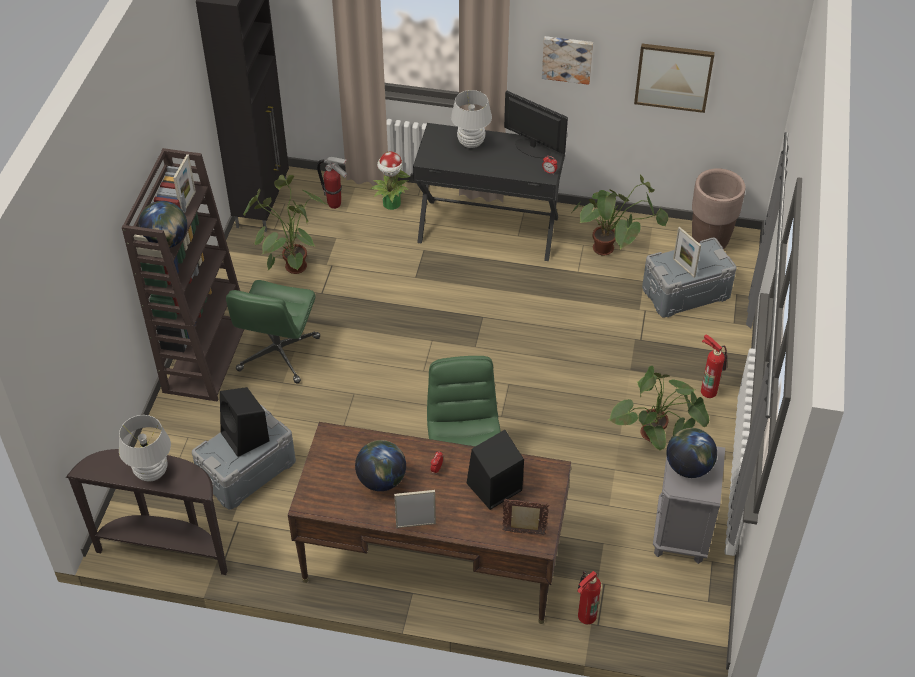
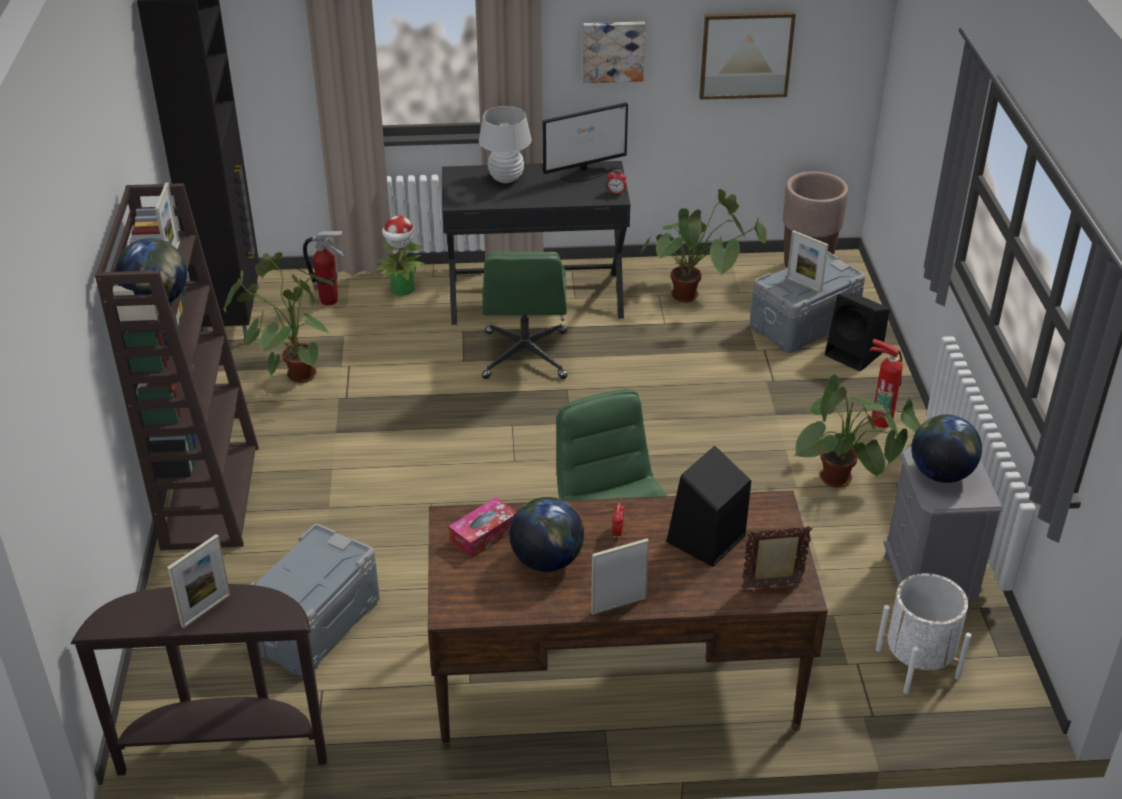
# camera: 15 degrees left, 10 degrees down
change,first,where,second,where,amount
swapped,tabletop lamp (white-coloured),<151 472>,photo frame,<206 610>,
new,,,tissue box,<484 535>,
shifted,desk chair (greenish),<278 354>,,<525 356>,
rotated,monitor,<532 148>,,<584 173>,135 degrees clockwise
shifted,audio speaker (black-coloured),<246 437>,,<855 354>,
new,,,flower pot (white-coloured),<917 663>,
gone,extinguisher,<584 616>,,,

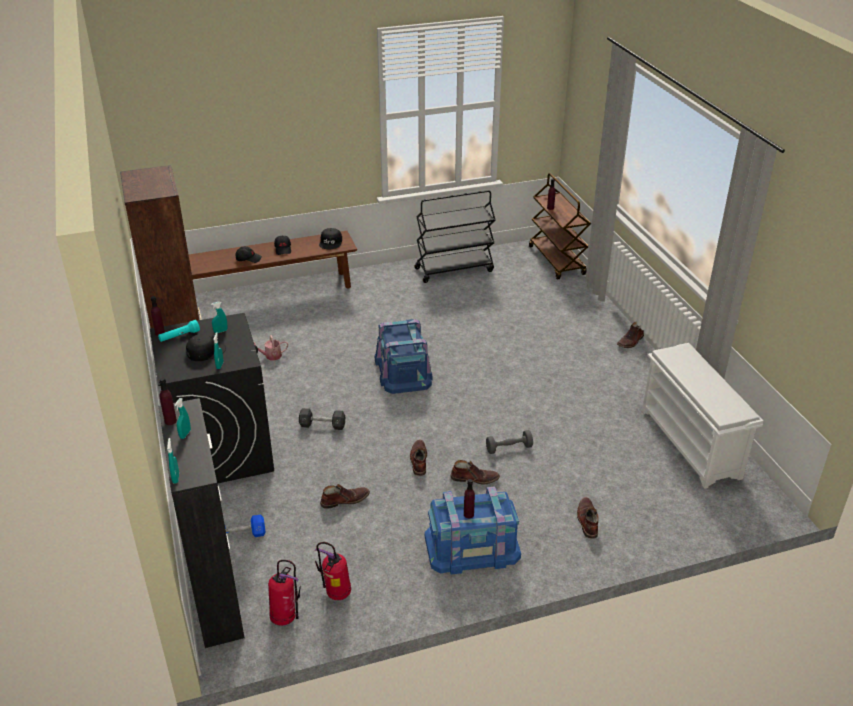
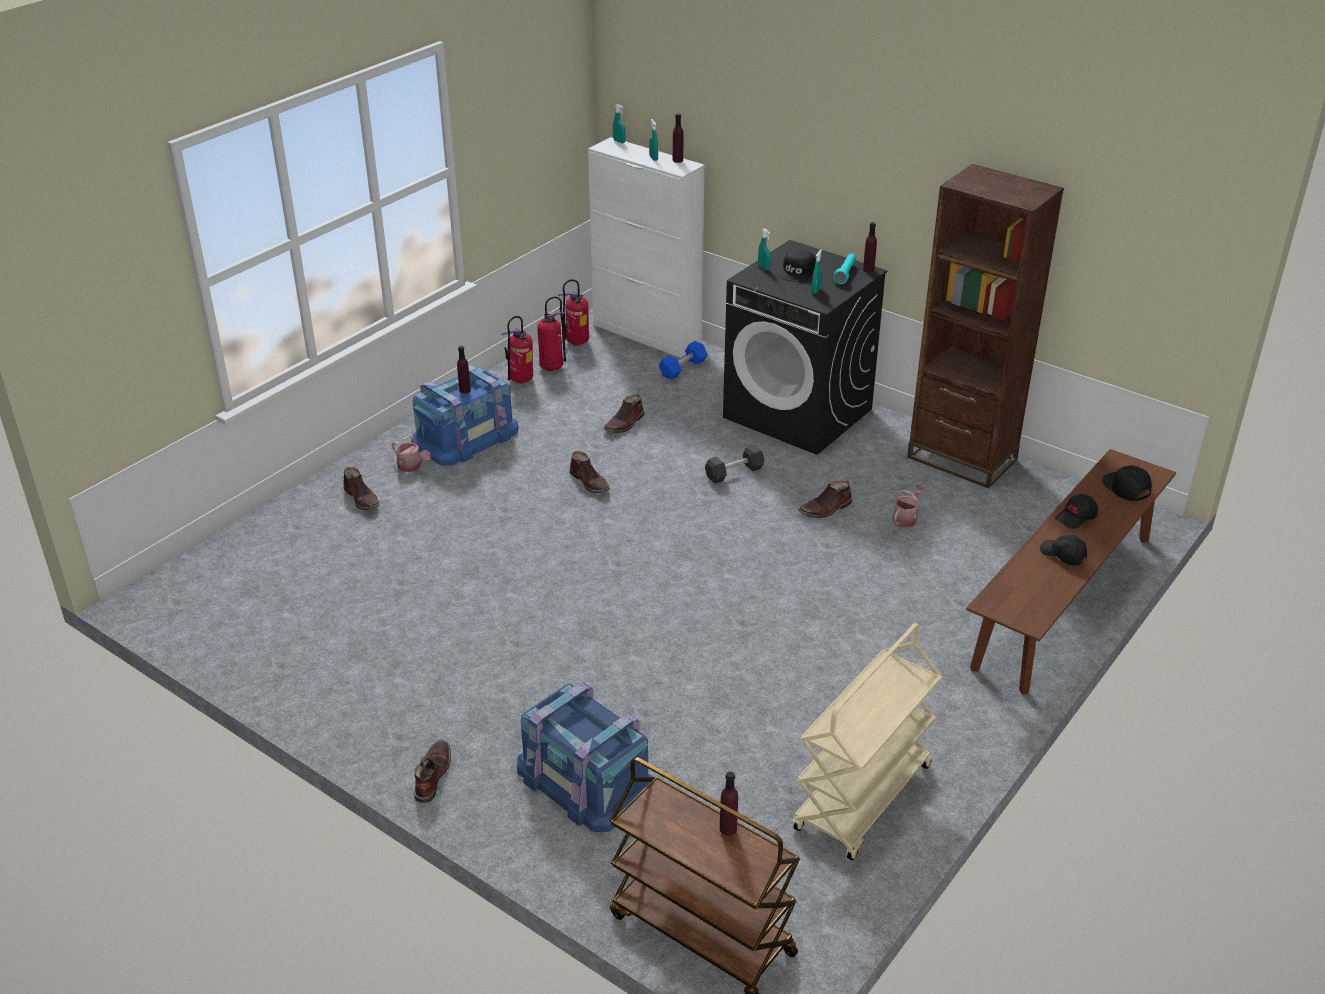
# camera: 145 degrees right, 0 degrees up
change,first,where,second,where,amount
new,,,sprinkling can,<412 467>,
new,,,extinguisher,<521 381>,
shifted,storage box (blue-coloured),<403 370>,,<585 779>,
repainted,cupboard (black-coloured),<216 595>,cupboard (white-coloured),<647 334>,
repainted,trolley (black-coloured),<454 269>,trolley (beige),<863 799>,
shifted,boot (brown),<474 478>,,<825 509>,
shifted,cap (black-coloured),<331 242>,,<1125 487>,
gone,dumbbell (greyish),<509 448>,,,
gone,shoe stand (white-coloured),<691 444>,,,

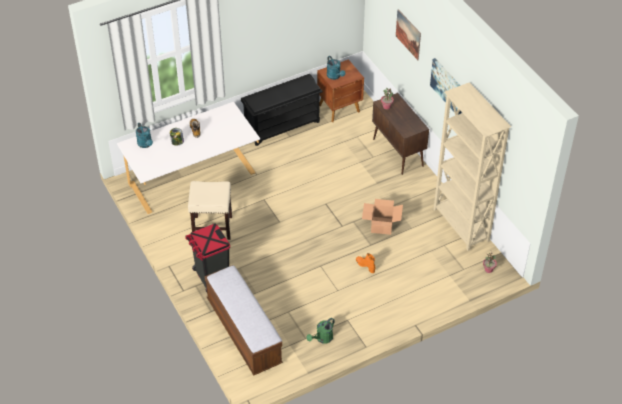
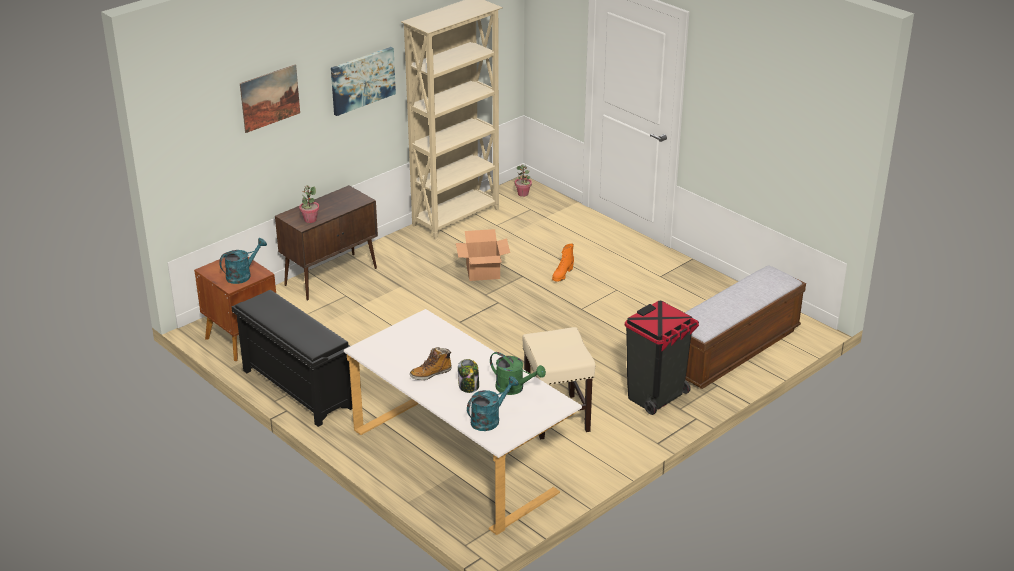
# camera: 105 degrees left, 15 degrees down
change,first,where,second,where,amount
shifted,sprinkling can (greenish),<322 339>,,<514 388>,

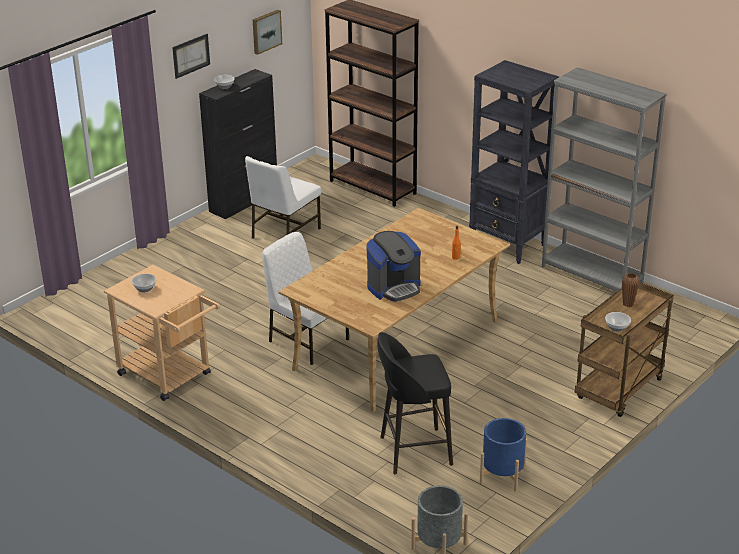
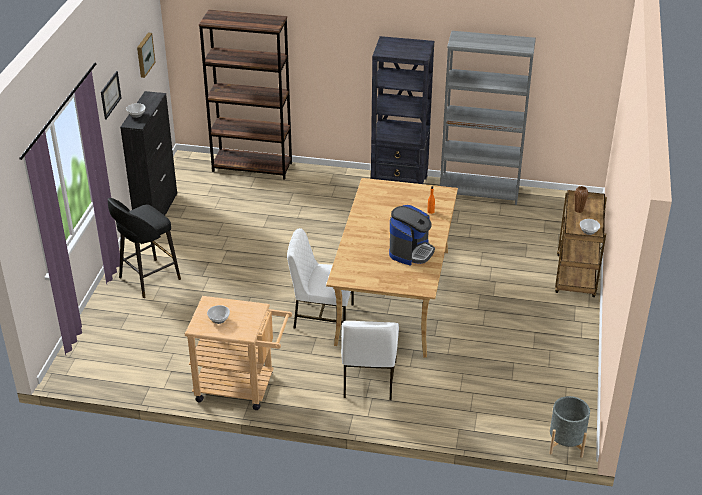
# camera: 30 degrees left, 5 degrees up
change,first,where,second,where,amount
shifted,stool (black-coloured),<413 451>,,<148 279>,
shifted,chair (white-coloured),<284 233>,,<368 380>,
gone,flower pot (blue-coloured),<502 475>,,,

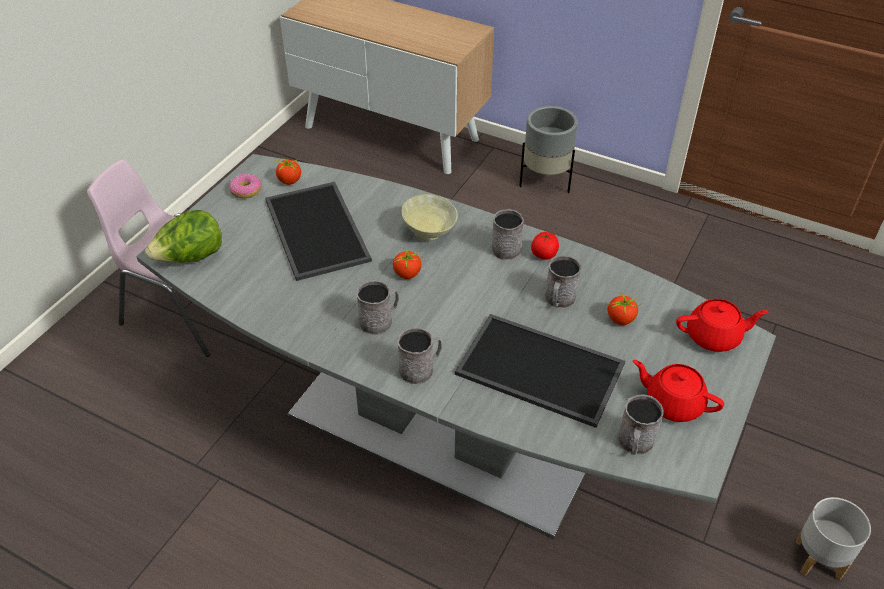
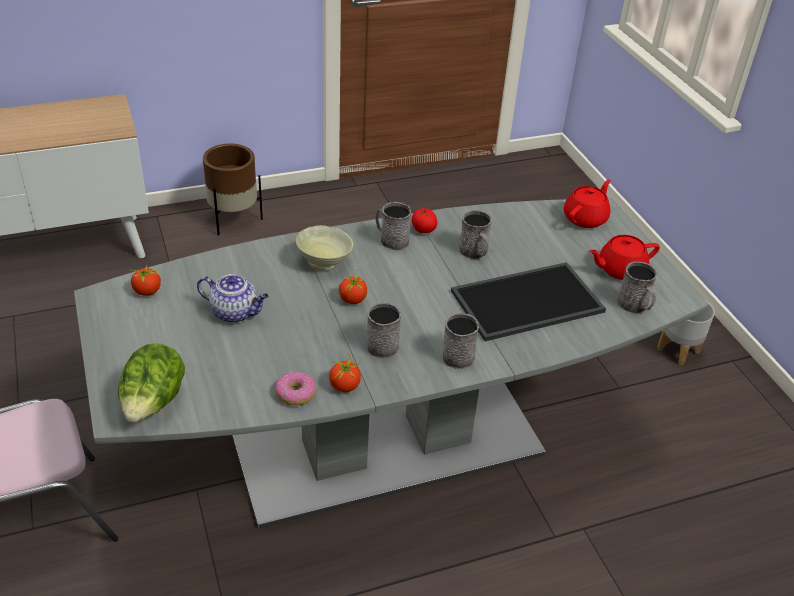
# camera: 50 degrees left, 5 degrees down
change,first,where,second,where,amount
swapped,carrying tray,<319 230>,teapot,<235 312>,
repainted,flower pot (greyish),<546 181>,flower pot (brown),<234 220>,
shifted,donut,<246 190>,,<296 393>,
shifted,whole tomato,<621 319>,,<344 386>,

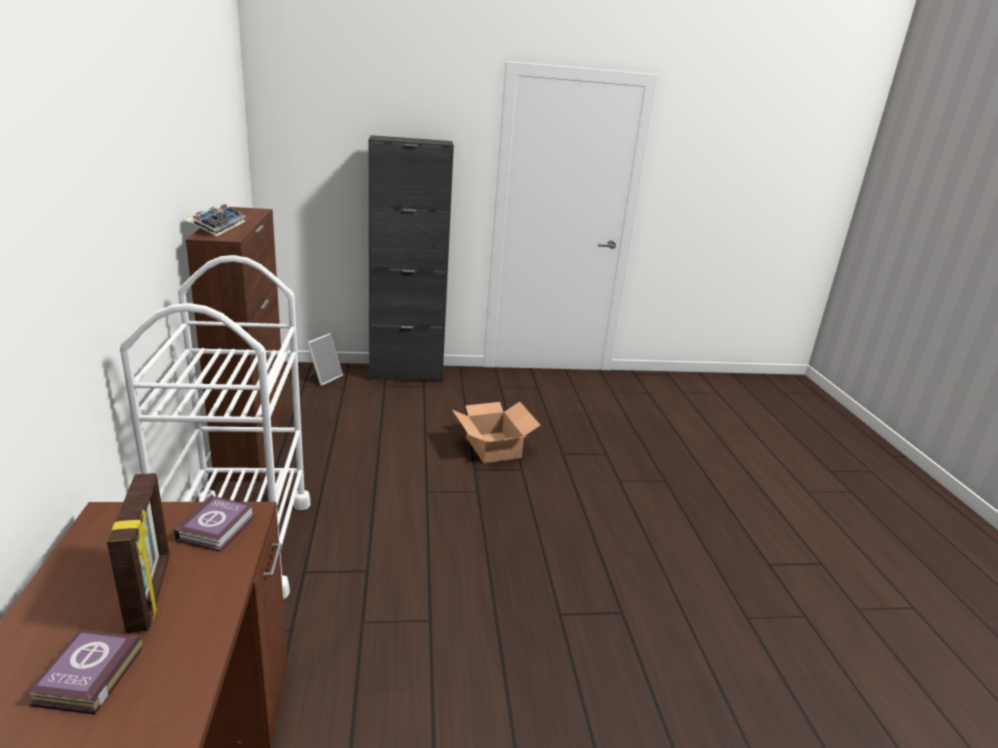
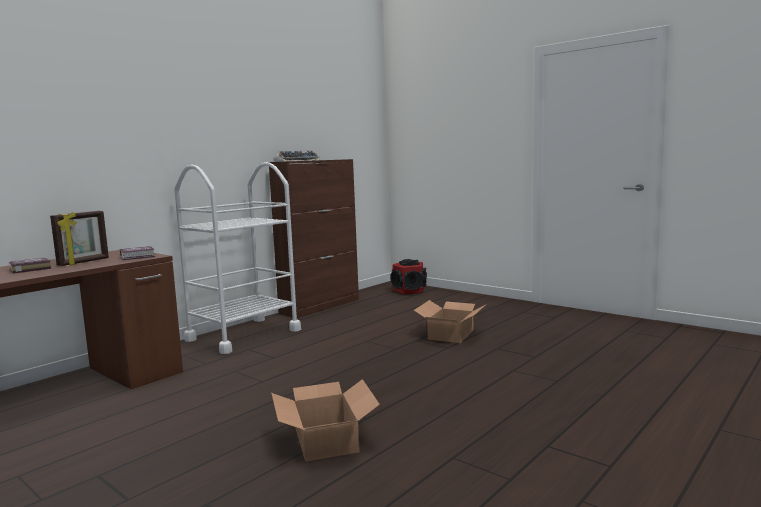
# camera: 50 degrees right, 15 degrees down
change,first,where,second,where,amount
new,,,carton,<327 440>,
swapped,photo frame,<324 378>,audio speaker,<410 290>,
gone,cupboard (black-coloured),<406 374>,,,

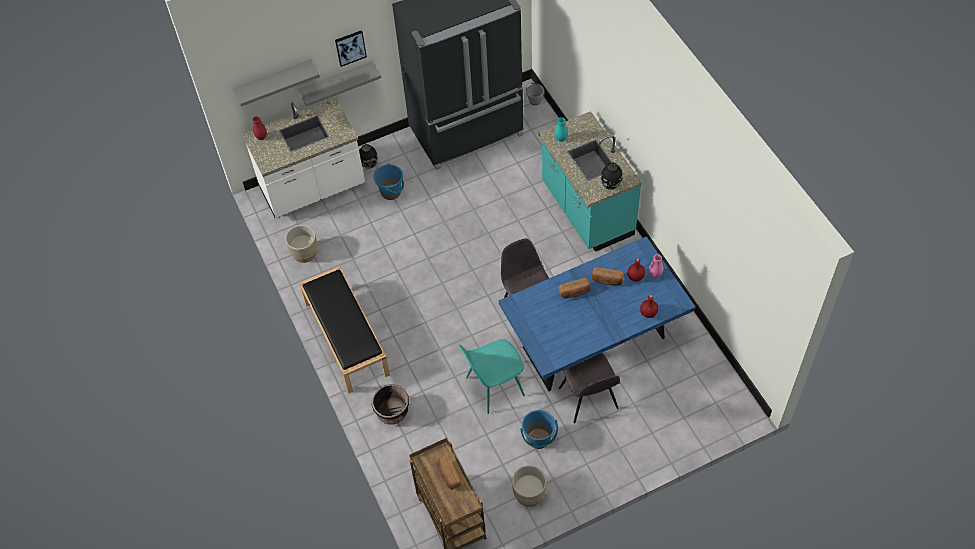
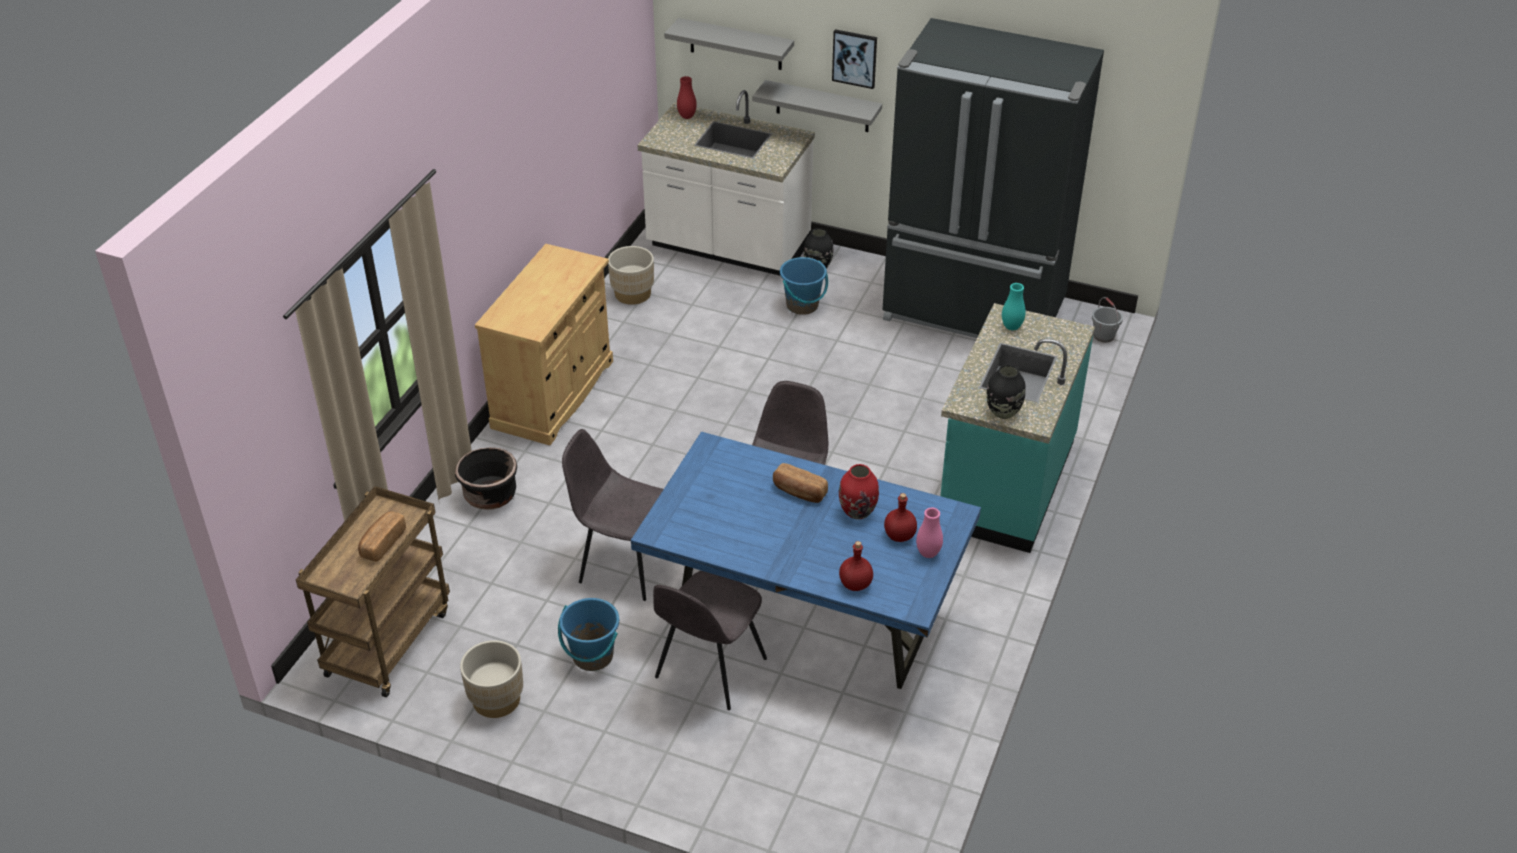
# camera: 45 degrees right, 15 degrees down
change,first,where,second,where,amount
swapped,bench (black-coloured),<345 337>,cupboard (beige),<553 394>,
repainted,chair (turquoise),<493 387>,chair (greyish),<625 563>,
swapped,bakery bread,<607 280>,vase (reddish),<857 511>,

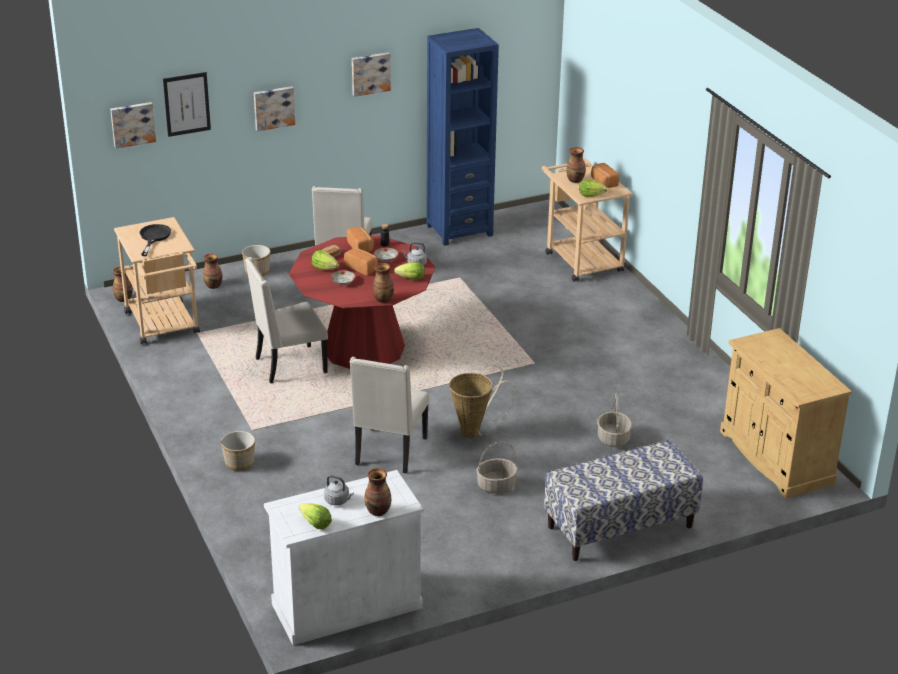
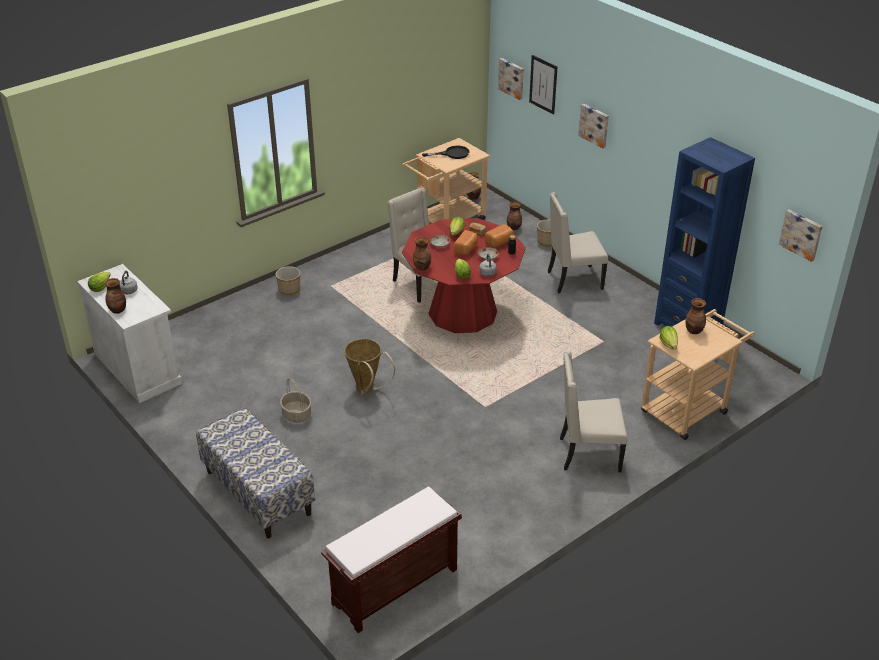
# camera: 75 degrees right, 5 degrees up
change,first,where,second,where,amount
swapped,cupboard (beige),<775 457>,bench (brown),<394 588>,
shifted,chair (beige),<389 452>,,<588 454>,
shifted,wall art,<370 73>,,<801 234>,
gone,bakery bread,<603 182>,,,
gone,basket,<613 439>,,,

